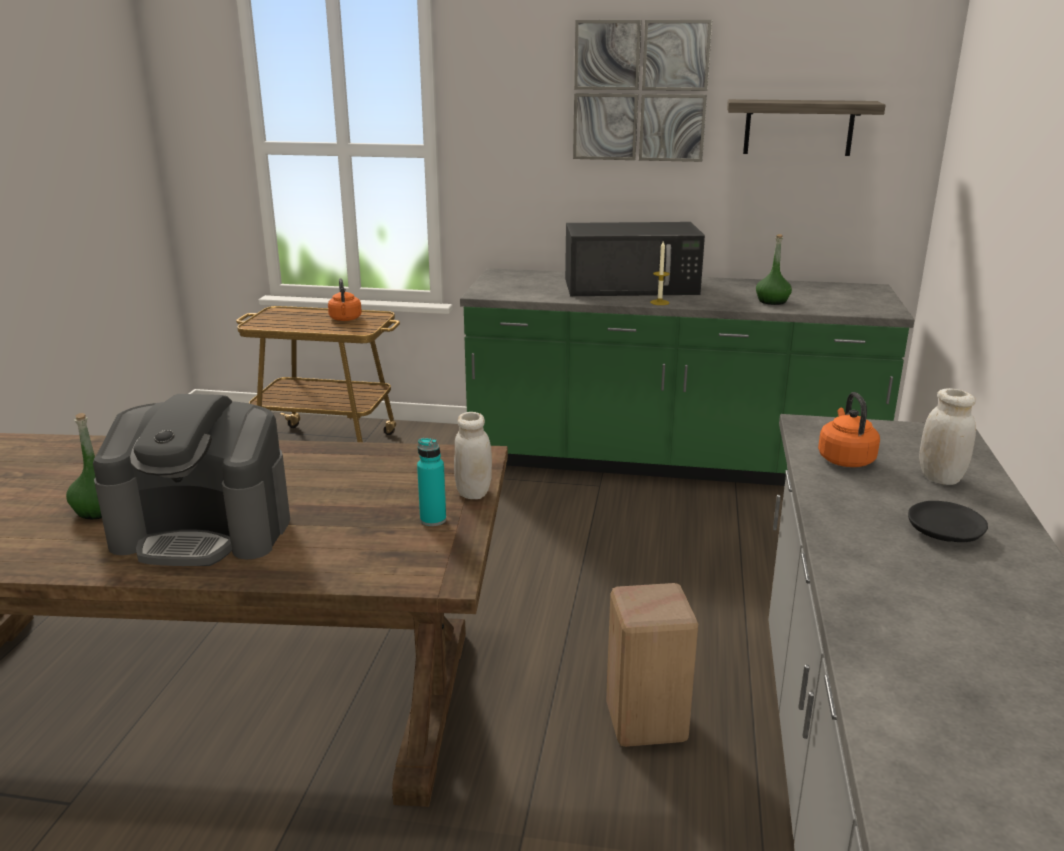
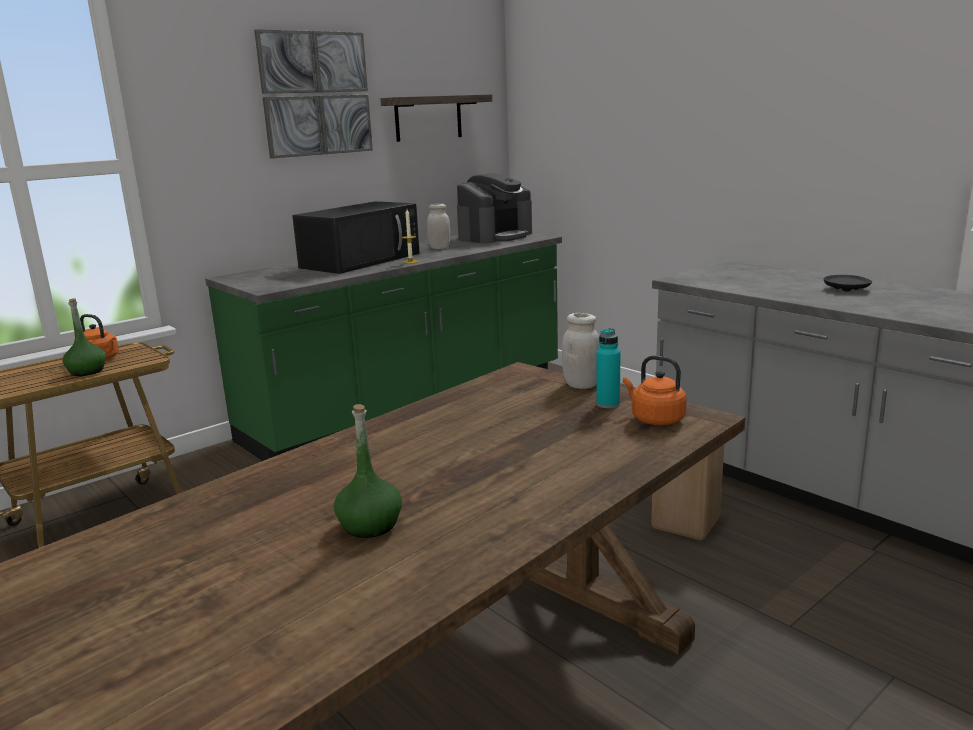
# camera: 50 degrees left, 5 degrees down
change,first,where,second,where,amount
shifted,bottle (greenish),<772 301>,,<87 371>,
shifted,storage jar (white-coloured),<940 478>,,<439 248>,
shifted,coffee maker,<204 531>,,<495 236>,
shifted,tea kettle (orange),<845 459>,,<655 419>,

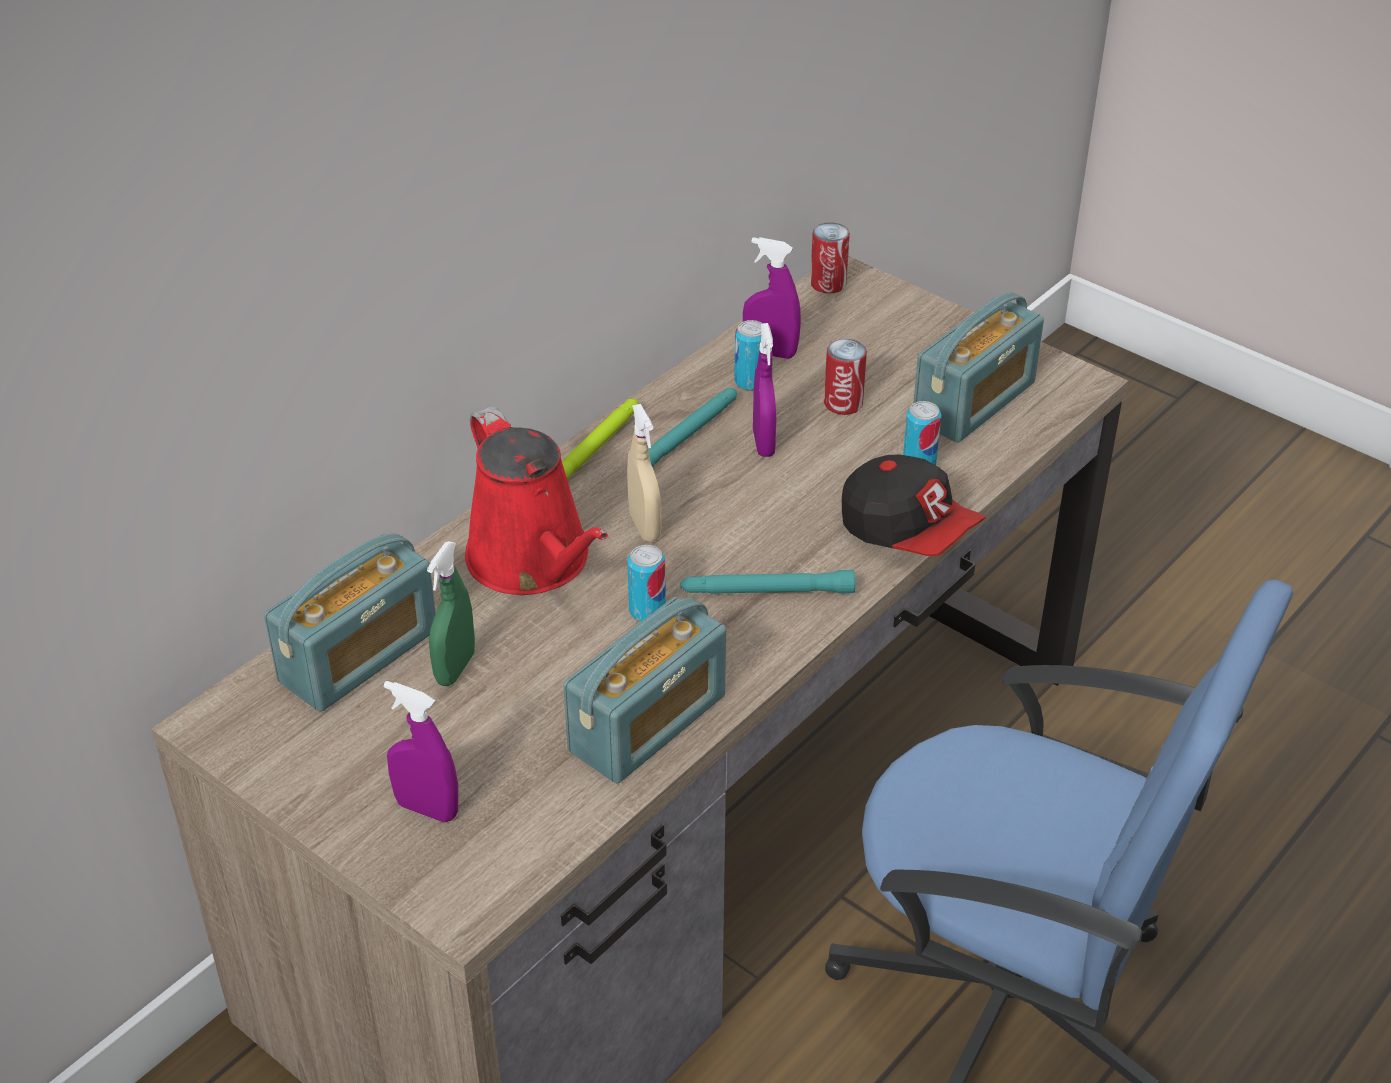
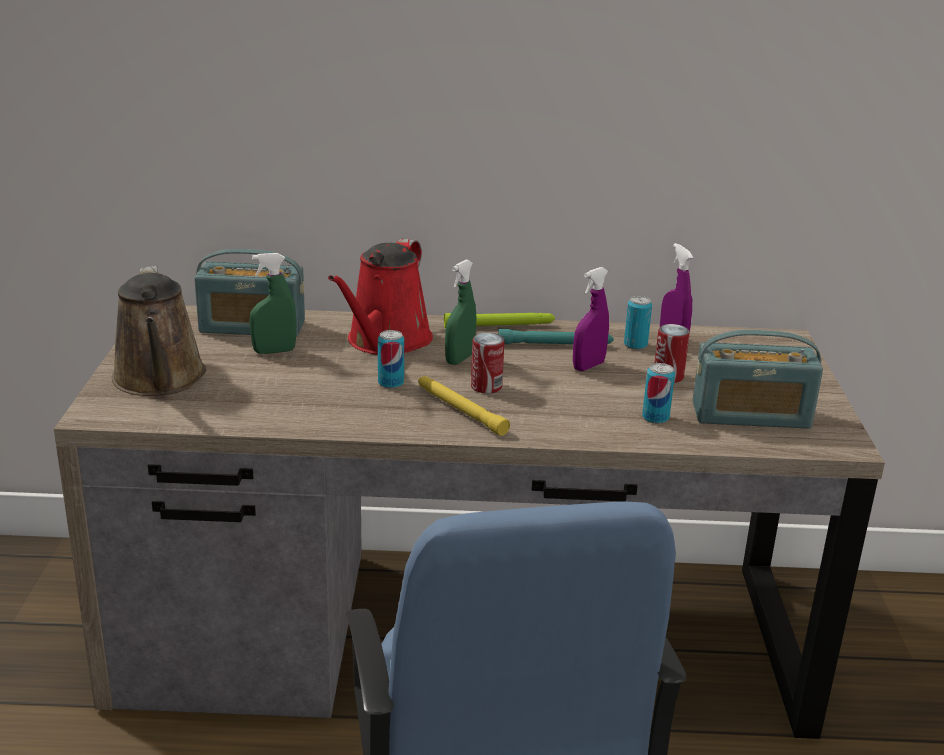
# camera: 50 degrees right, 15 degrees down
change,first,where,second,where,amount
swapped,spray bottle (purple-coloured),<427 809>,sprinkling can (brown),<160 380>,
repainted,torch (turquoise),<766 591>,torch (yellow-coloured),<460 410>,
repainted,spray bottle (beige),<644 527>,spray bottle (greenish),<459 359>,
shifted,can,<828 284>,,<486 387>,
gone,radio set,<648 723>,,,
gone,cap,<908 531>,,,

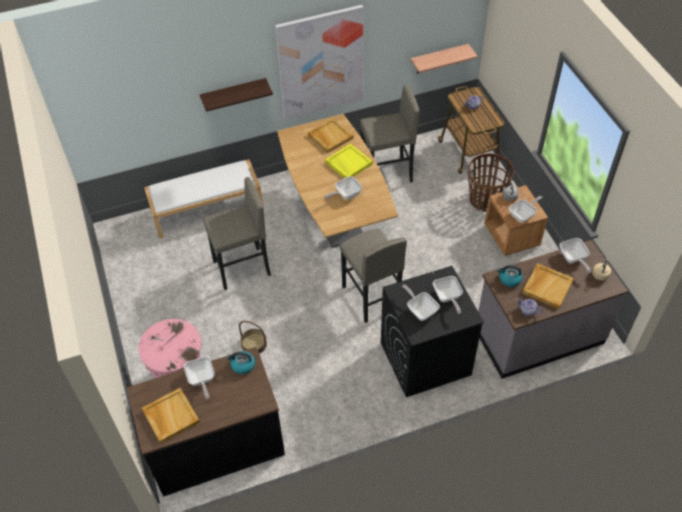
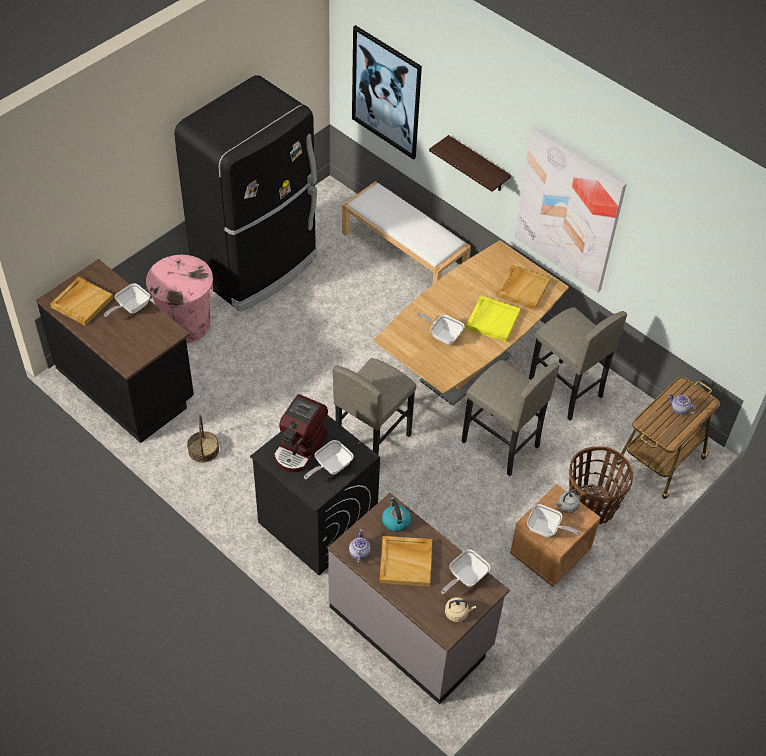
# camera: 60 degrees right, 0 degrees up
change,first,where,second,where,amount
new,,,fridge (black-coloured),<257 266>,
shifted,basket,<254 344>,,<203 450>,
swapped,pan,<420 310>,coffee maker,<300 448>,
new,,,wall art,<386 93>,
shifted,stool (greyish),<242 268>,,<500 444>,
gone,tea kettle,<242 365>,,,
gone,bracket shelf,<438 59>,,,

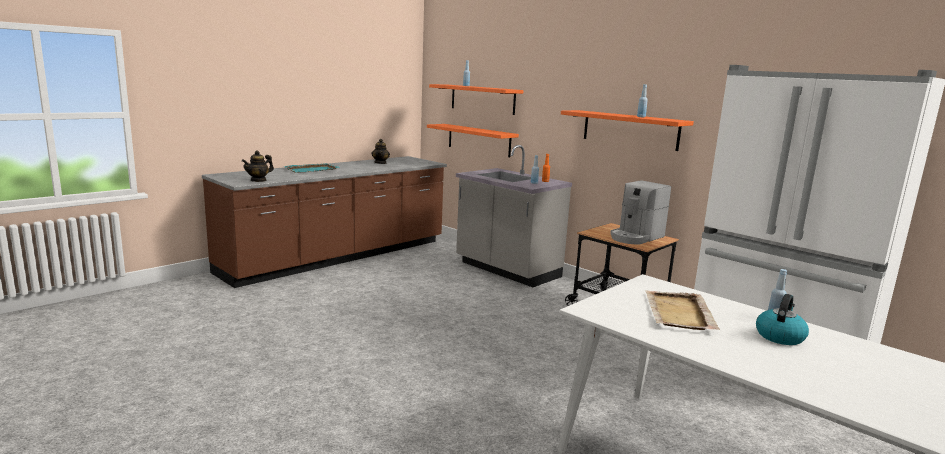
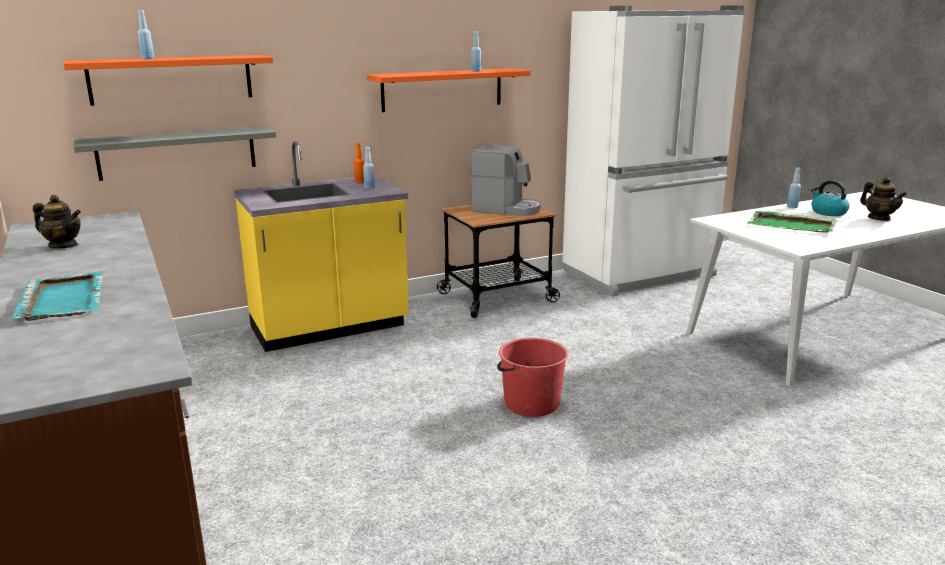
# camera: 70 degrees left, 5 degrees up
change,first,where,second,where,amount
repainted,bracket shelf (orange),<479 140>,bracket shelf (greyish),<177 152>,
repainted,kitchen base unit (greyish),<506 270>,kitchen base unit (yellow-coloured),<329 328>,
rotated,coffee maker,<636 237>,,<506 209>,45 degrees counterclockwise
new,,,water bucket (reddish),<530 403>,
repainted,carrying tray (beige),<678 313>,carrying tray (greenish),<792 225>,
shifted,teapot,<258 180>,,<879 218>,

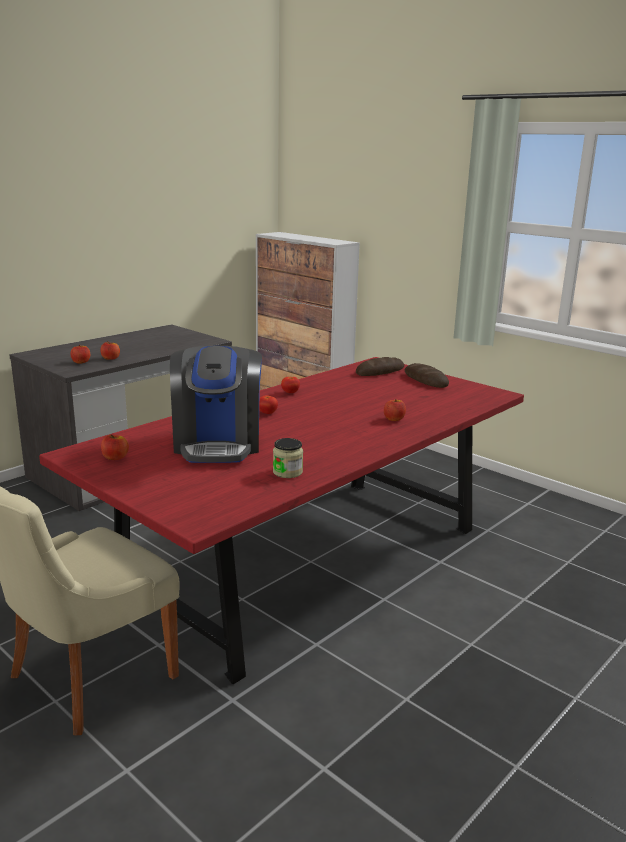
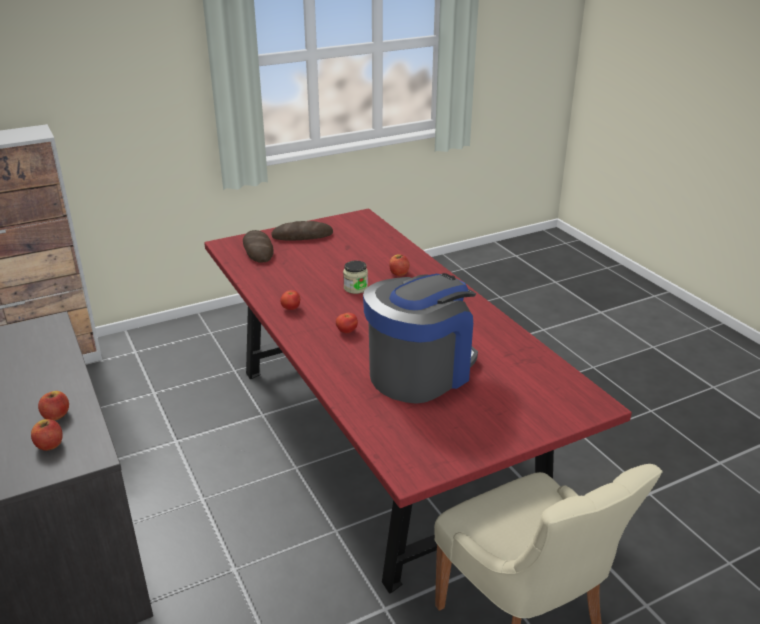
# camera: 70 degrees left, 10 degrees up
change,first,where,second,where,amount
shifted,storage jar,<287 472>,,<355 288>,
rotated,coffee maker,<217 444>,,<420 372>,60 degrees counterclockwise
gone,apple,<115 457>,,,

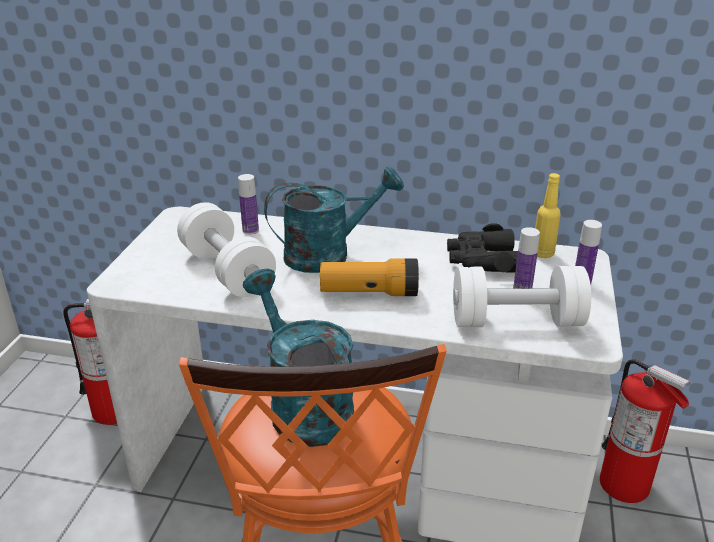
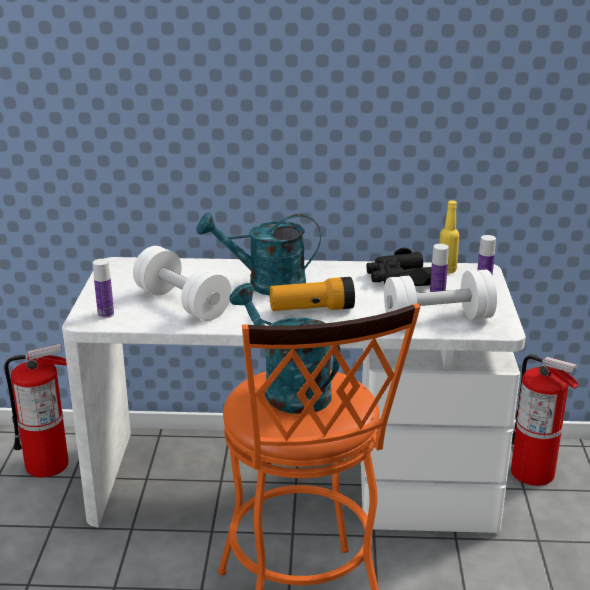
# camera: 10 degrees left, 5 degrees down
change,first,where,second,where,amount
shifted,bottle,<250 230>,,<106 314>,
rotated,sprinkling can (turquoise),<328 254>,,<266 284>,150 degrees counterclockwise

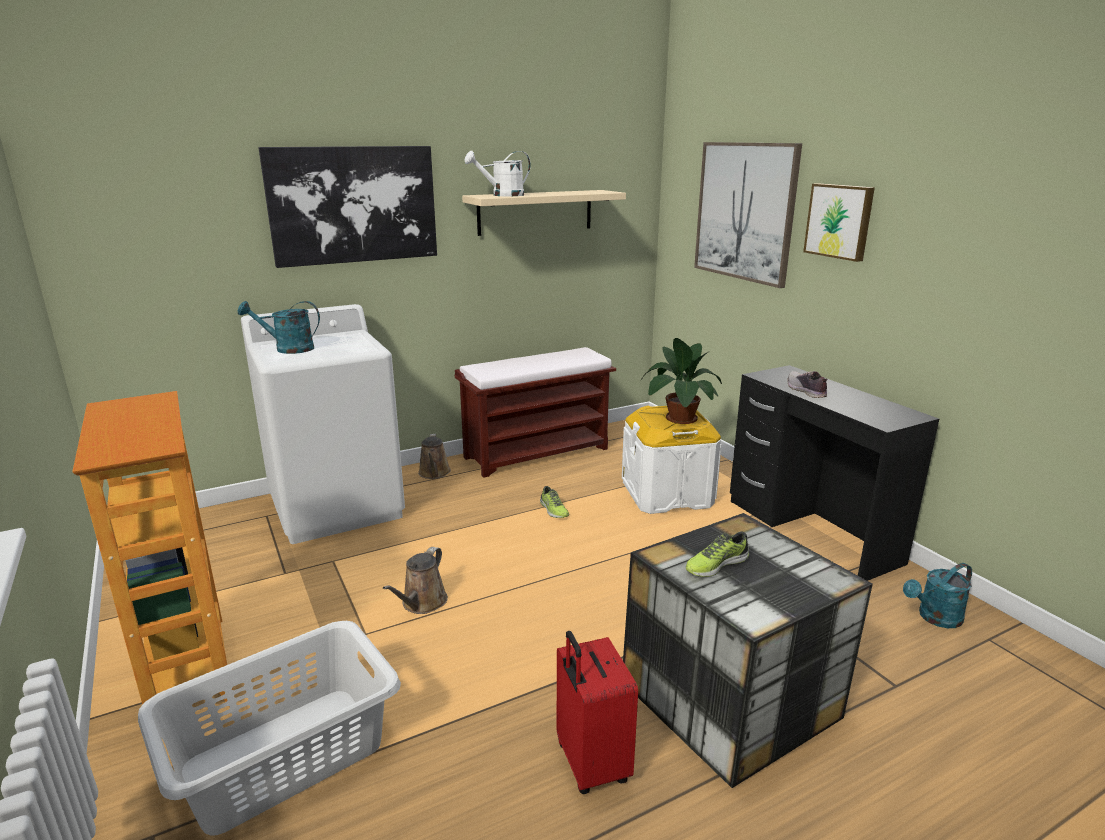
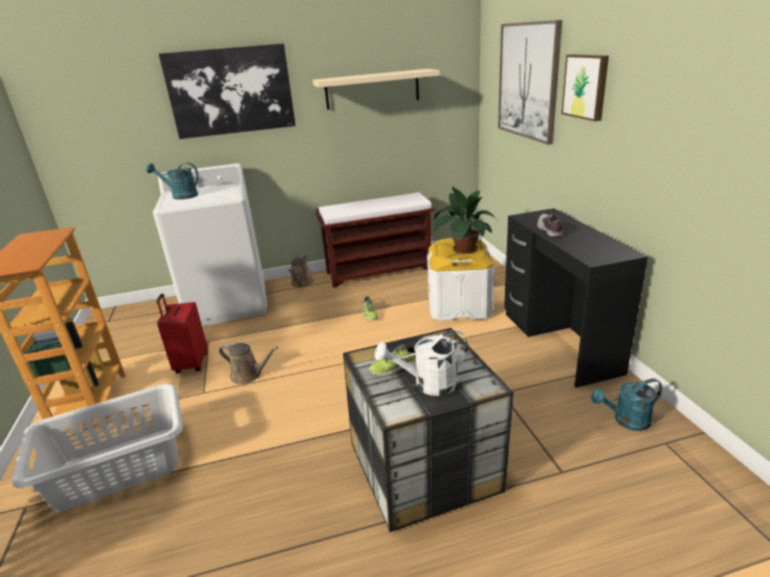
# camera: 15 degrees right, 5 degrees up
change,first,where,second,where,amount
shifted,suitcase (reddish),<590 764>,,<191 364>,
rotated,sprinkling can (brown),<422 603>,,<249 375>,105 degrees counterclockwise
shifted,sprinkling can (white-coloured),<502 195>,,<428 385>,

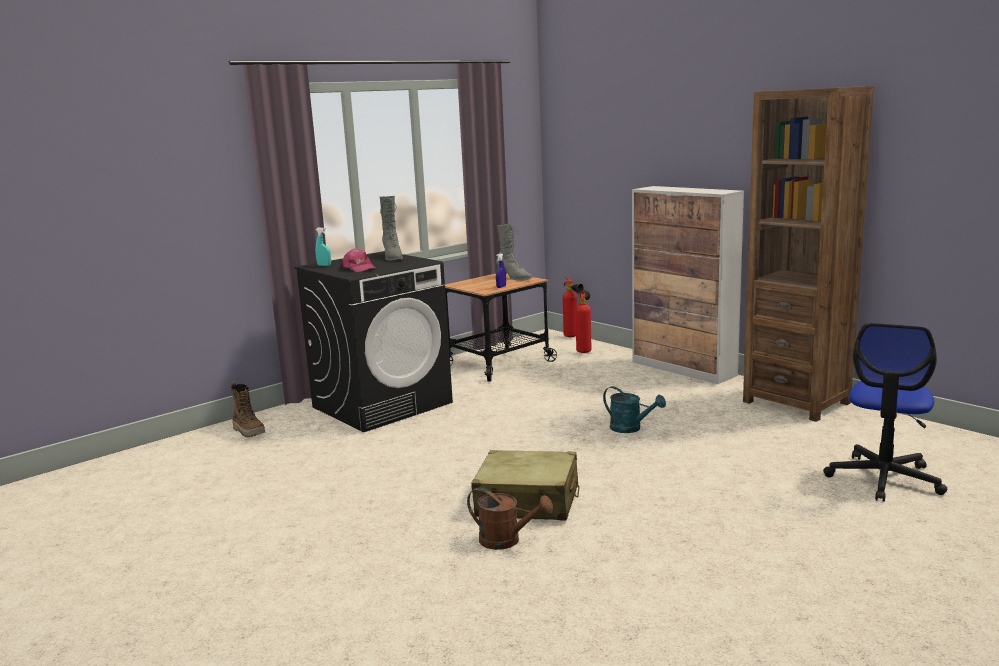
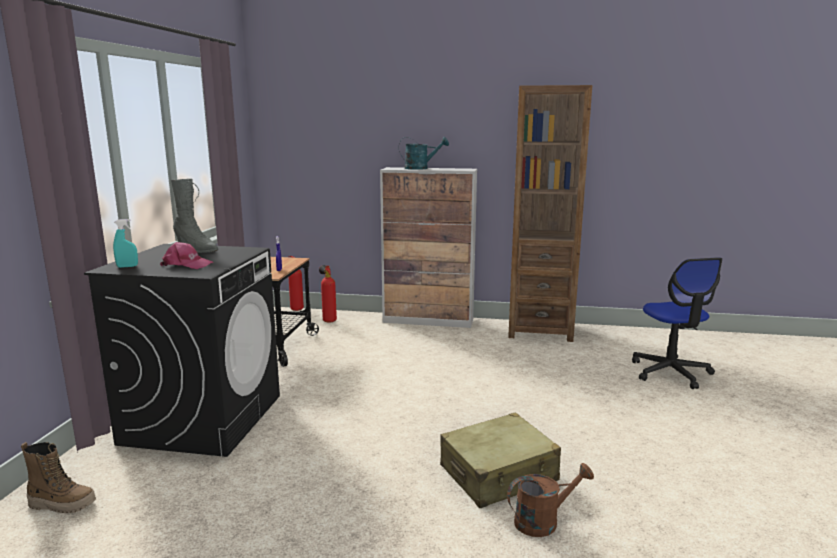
# camera: 40 degrees left, 0 degrees up
change,first,where,second,where,amount
shifted,sprinkling can (turquoise),<631 428>,,<421 168>,
gone,boot (greyish),<514 277>,,,

